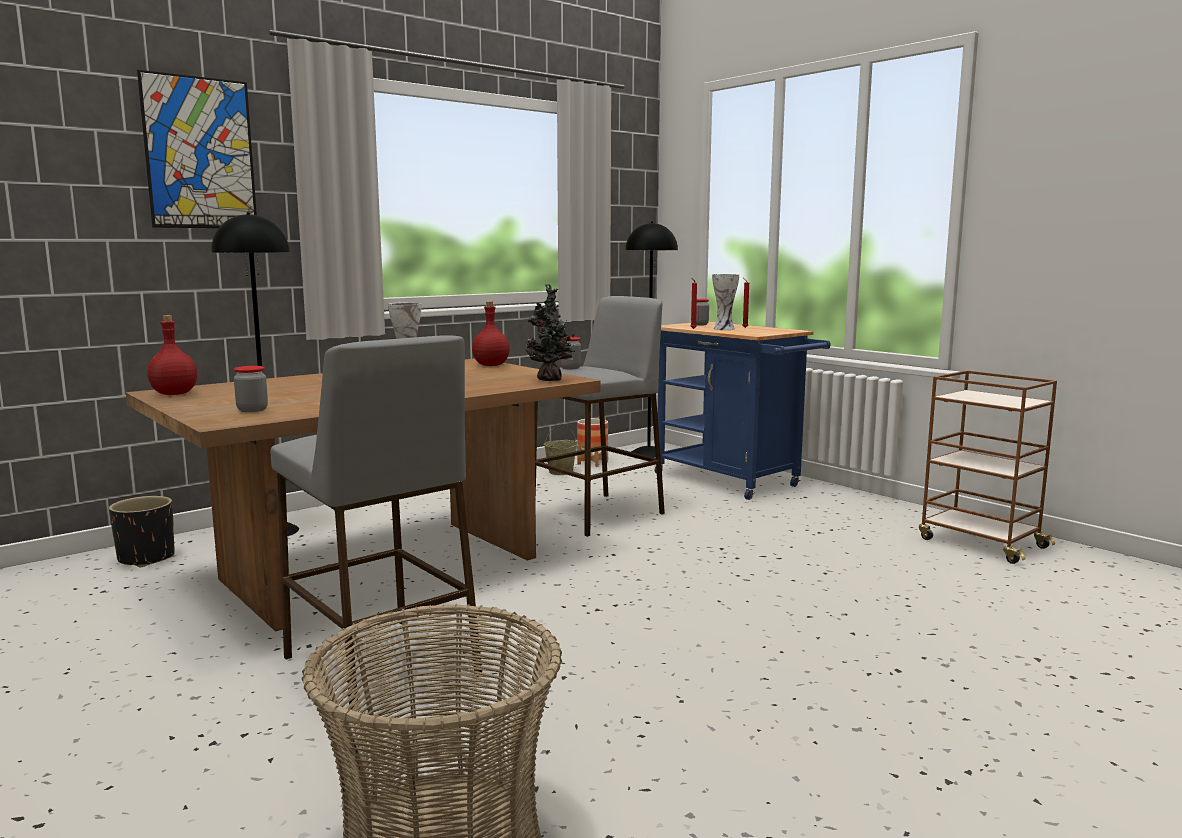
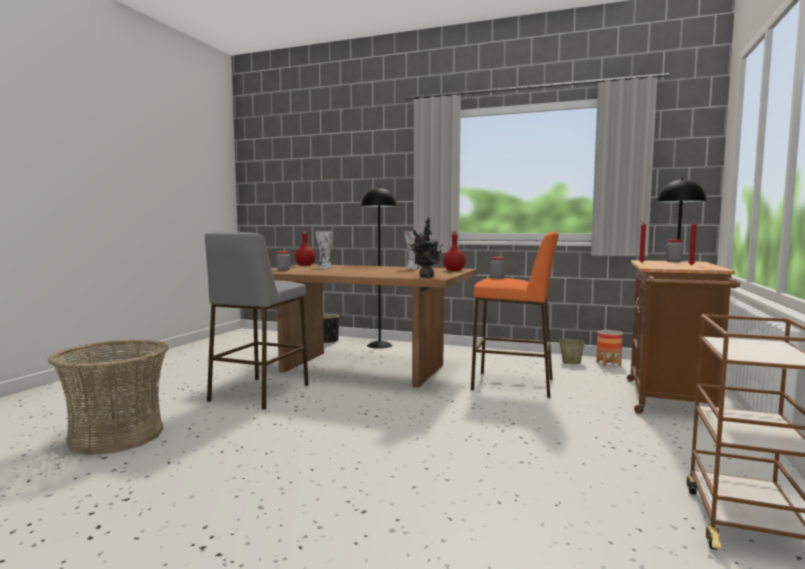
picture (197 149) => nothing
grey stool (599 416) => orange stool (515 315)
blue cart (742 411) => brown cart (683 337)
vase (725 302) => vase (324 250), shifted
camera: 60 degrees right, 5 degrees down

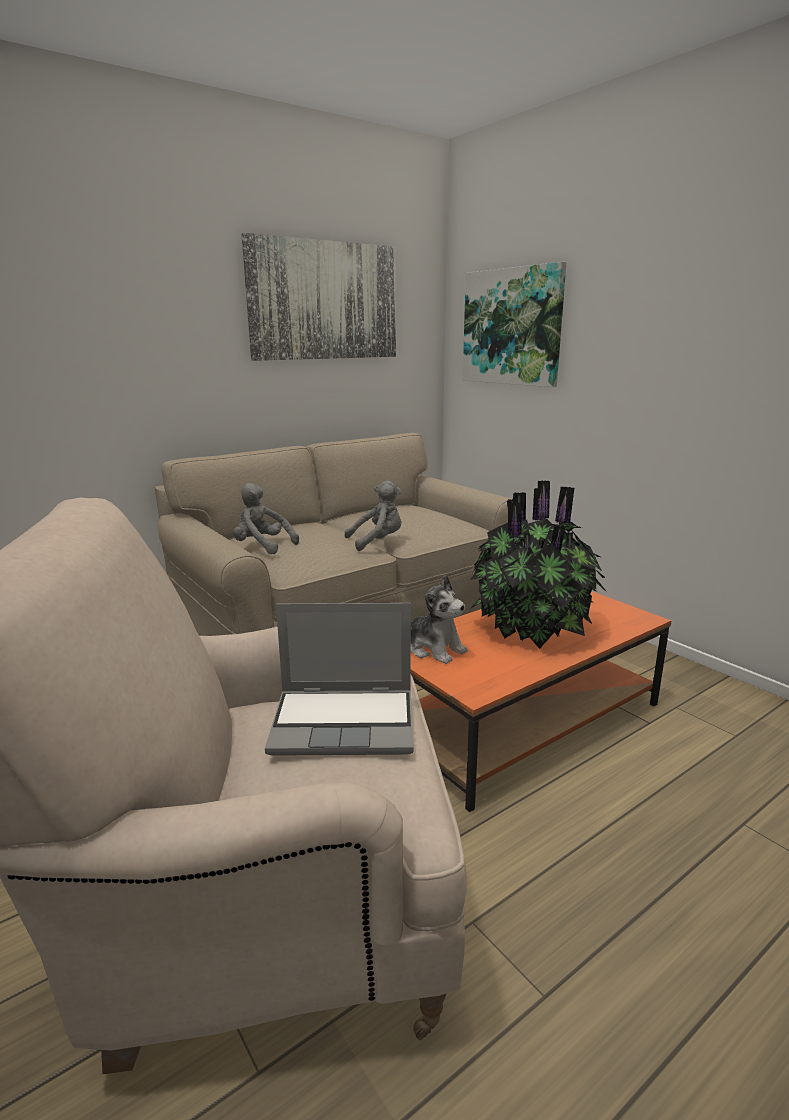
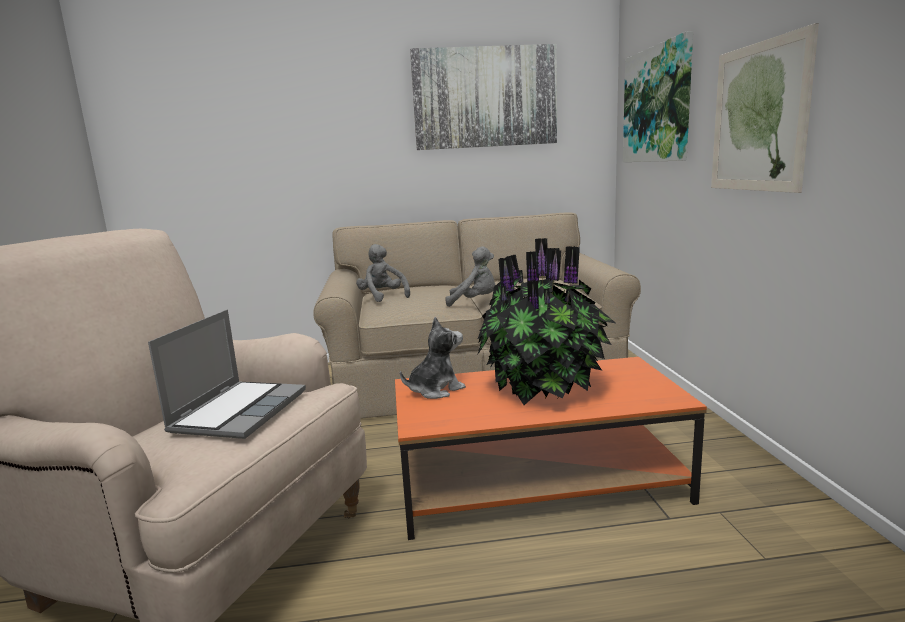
laptop (339 679) => laptop (227 374), 105 degrees counterclockwise
plush toy (439 619) => plush toy (433 358), 105 degrees counterclockwise
nothing => picture (765 108)
camera: 30 degrees right, 5 degrees down

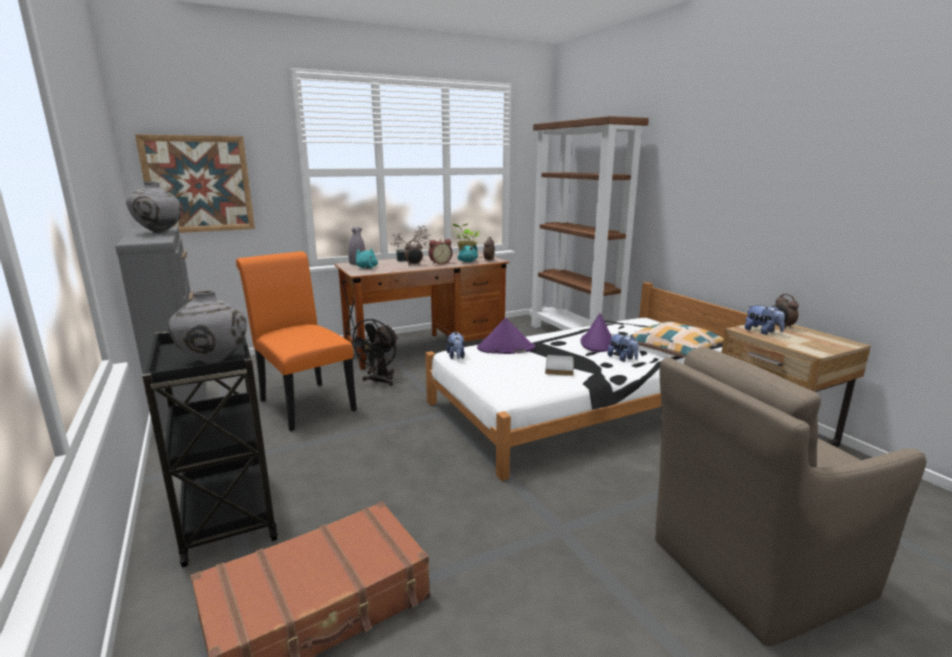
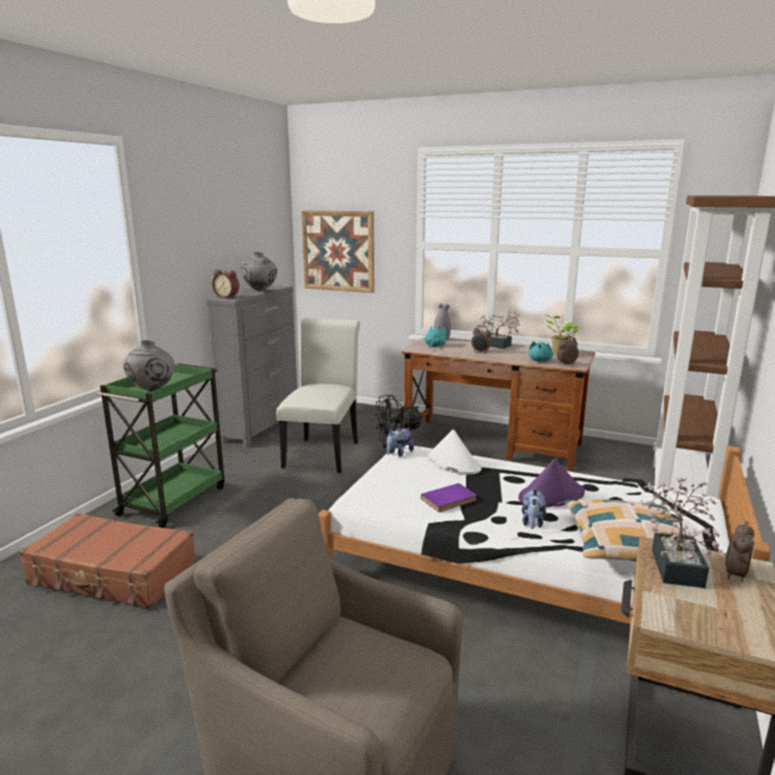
black cart (210 449) => green cart (160 445)
orange chair (296 341) => white chair (318 395)
alarm clock (440 251) => alarm clock (225 284), shifted
purple hat (506 336) => white hat (454 452)
grey book (559 365) => purple book (449 497)
plush toy (764 320) => potted plant (682 532)
camera: 50 degrees right, 0 degrees up

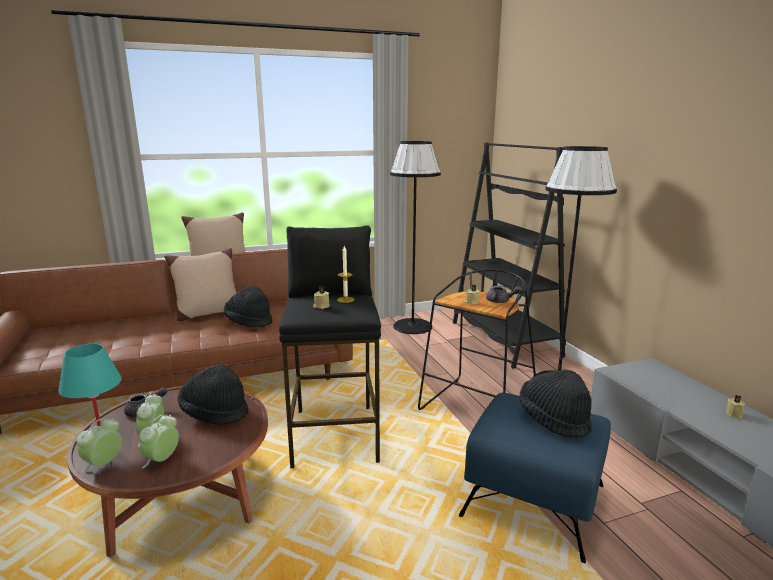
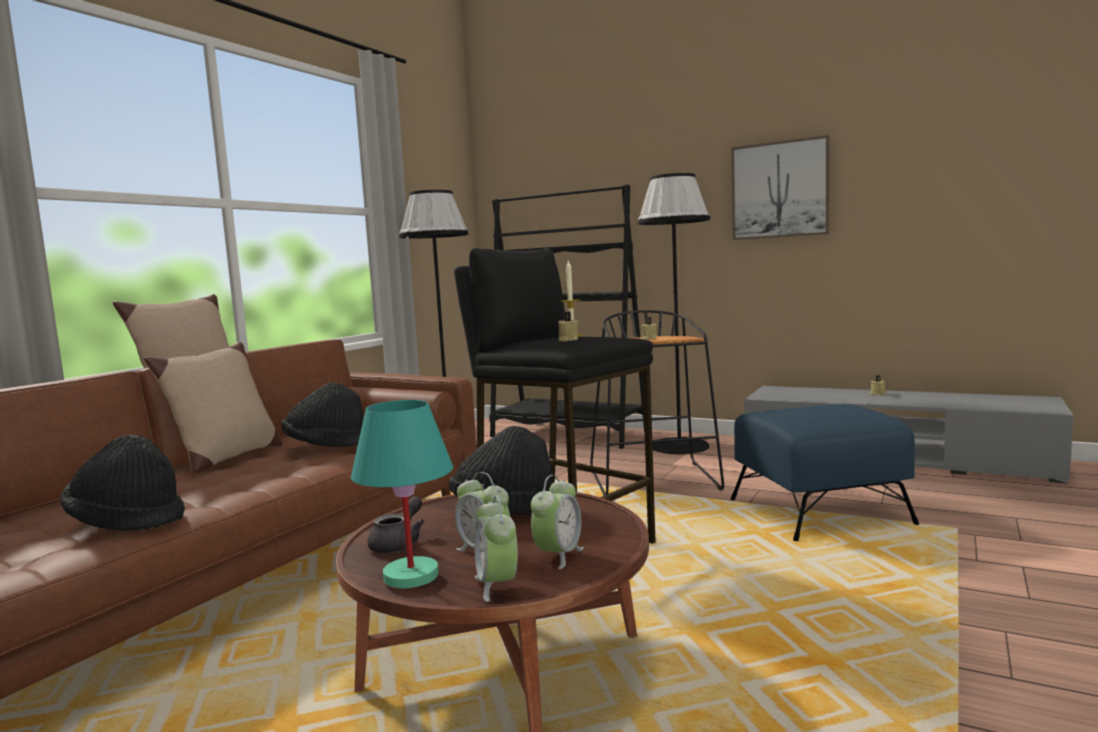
alarm clock (159 441) => alarm clock (557 522), 135 degrees counterclockwise
grey teapot (504 294) => nothing
black hat (556 404) => black hat (122 483), shifted
nothing => picture (780 187)
camera: 40 degrees left, 10 degrees down

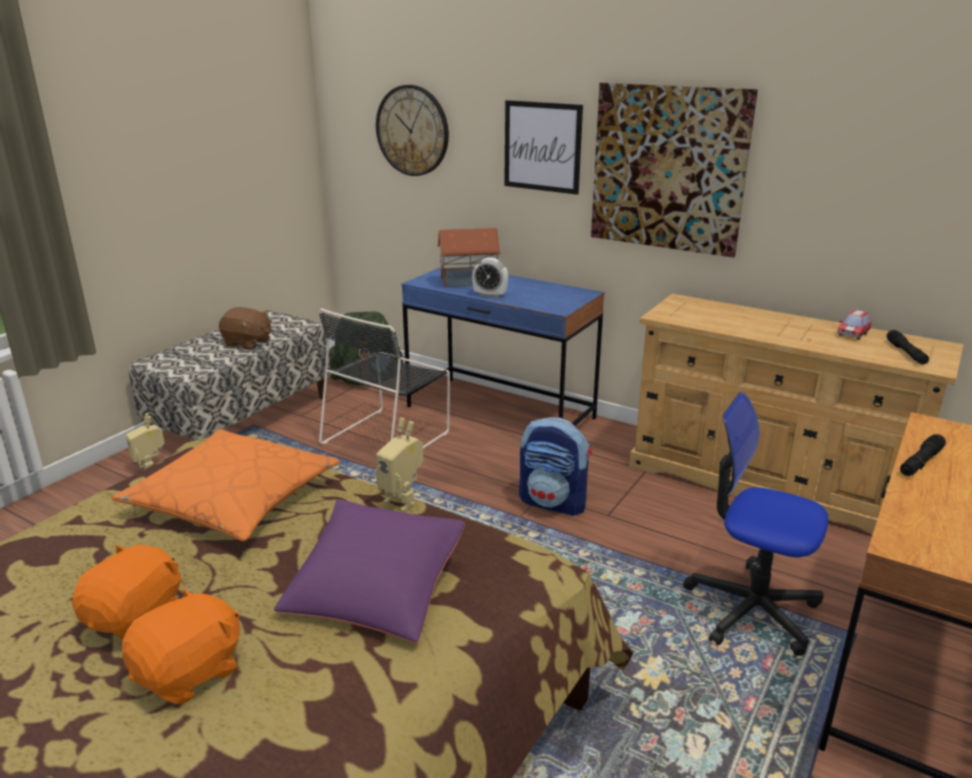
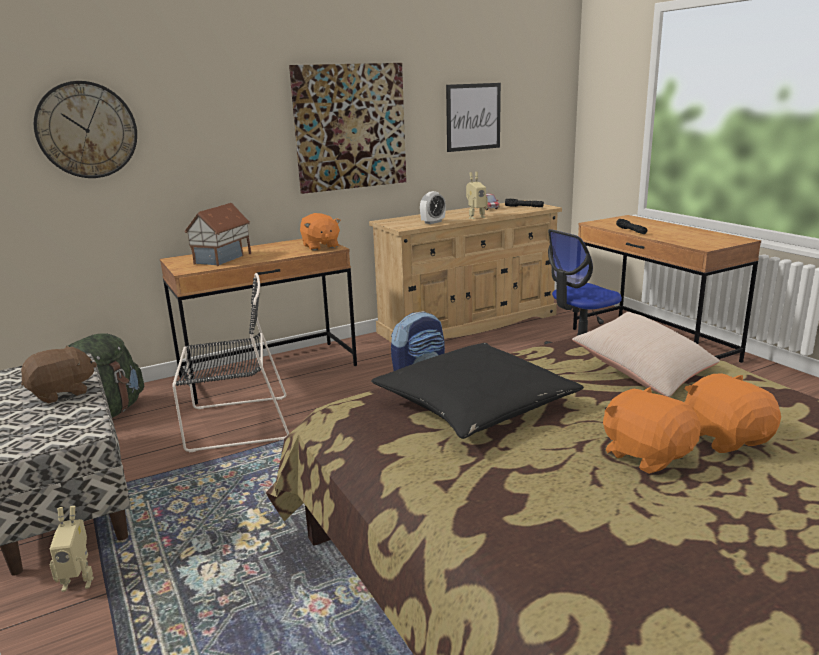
orange pillow (225 485) => black pillow (477 391)
purple pillow (369 571) => beige pillow (646 354)
black chair (384 378) => black chair (231 363), 75 degrees counterclockwise
toy robot (400 465) => toy robot (477 195), shifted
blue desk (503 346) => brown desk (258 321)
alarm clock (490 277) => alarm clock (433 207), shifted
picture (543 147) => picture (473 117), shifted
nothing => orange plush toy (320 232)
camera: 60 degrees left, 5 degrees down

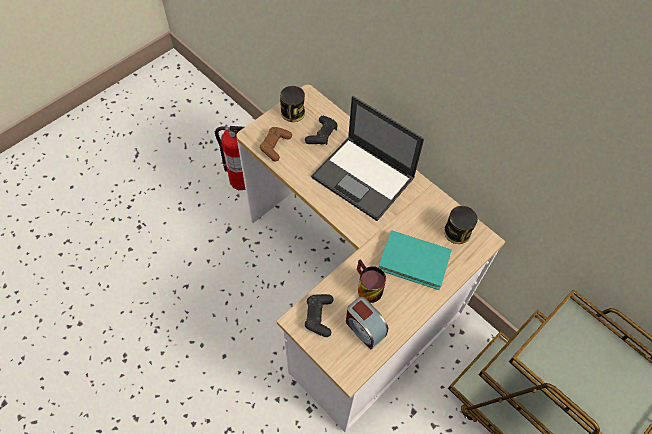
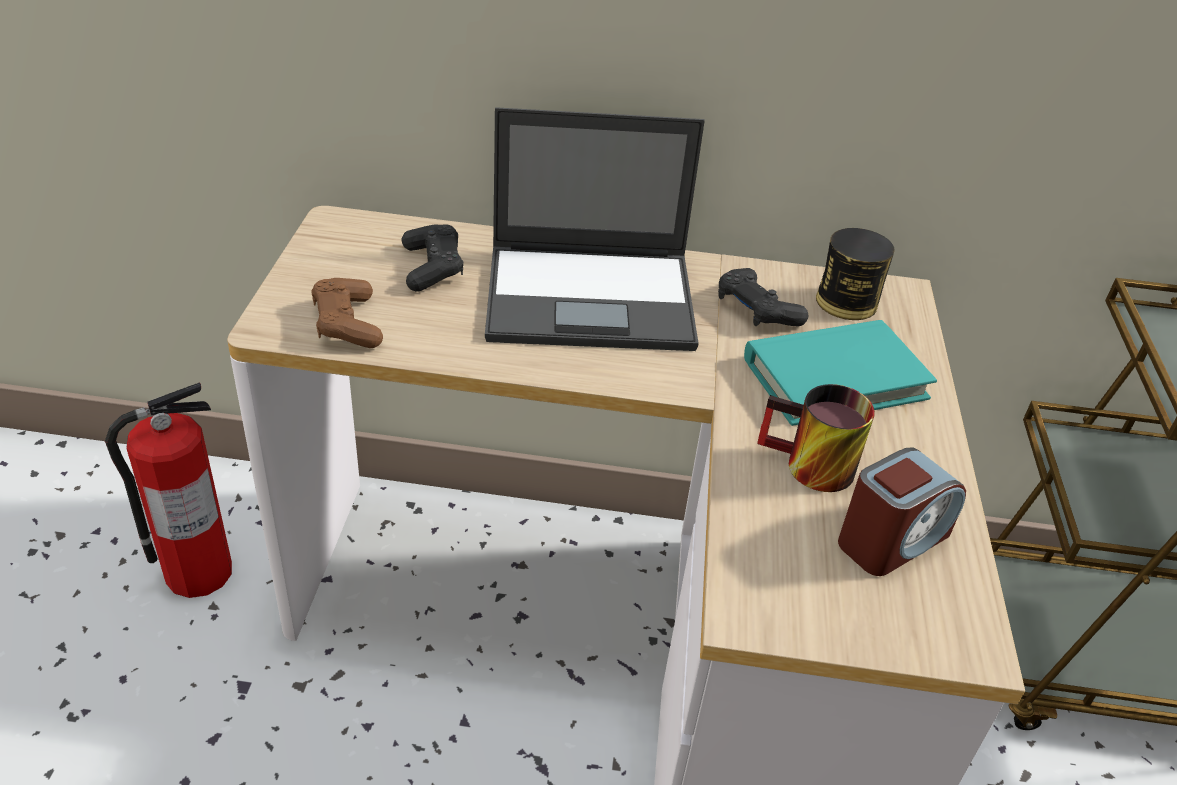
can (292 104) => nothing
black game controller (319 315) => black game controller (763 297), shifted
alarm clock (367 323) => alarm clock (902 511), 45 degrees counterclockwise
camera: 40 degrees left, 20 degrees down

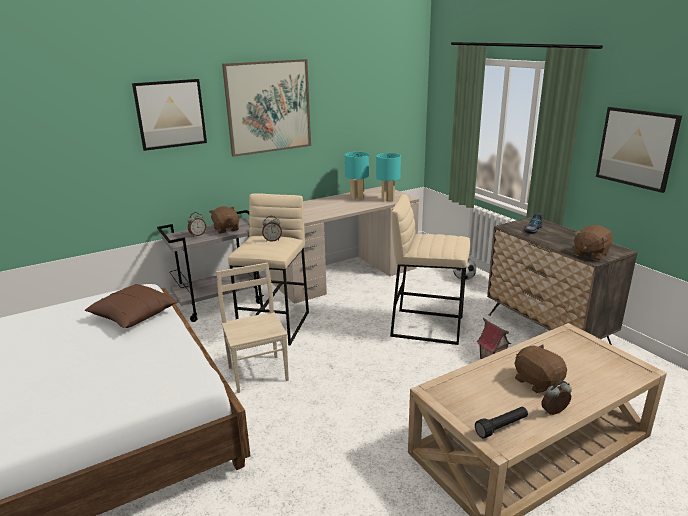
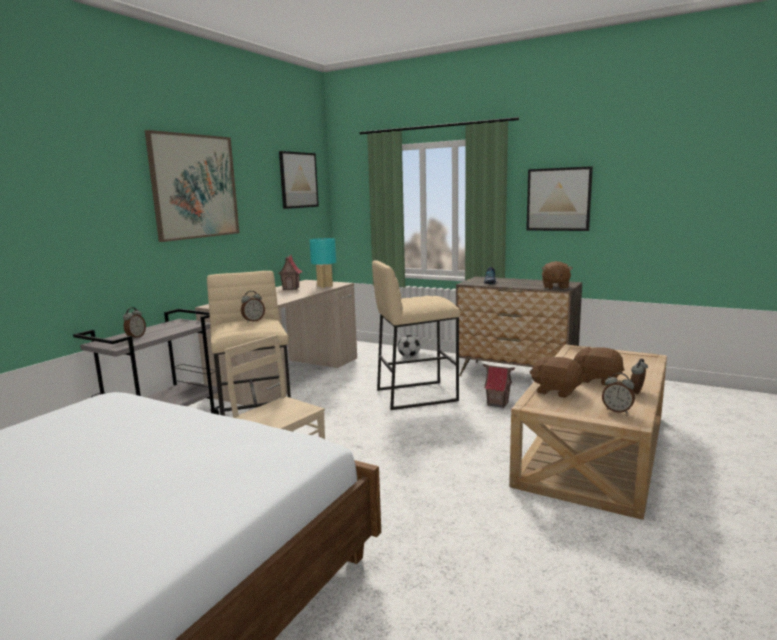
brown pillow (131 306) => nothing
picture (169 115) => picture (299 180), shifted
brown plush toy (224 219) => brown plush toy (556 377), shifted
turquoise table lamp (357 176) => toy house (290 272)
black flashlight (501 423) => alarm clock (618 393)
camera: 30 degrees left, 10 degrees down

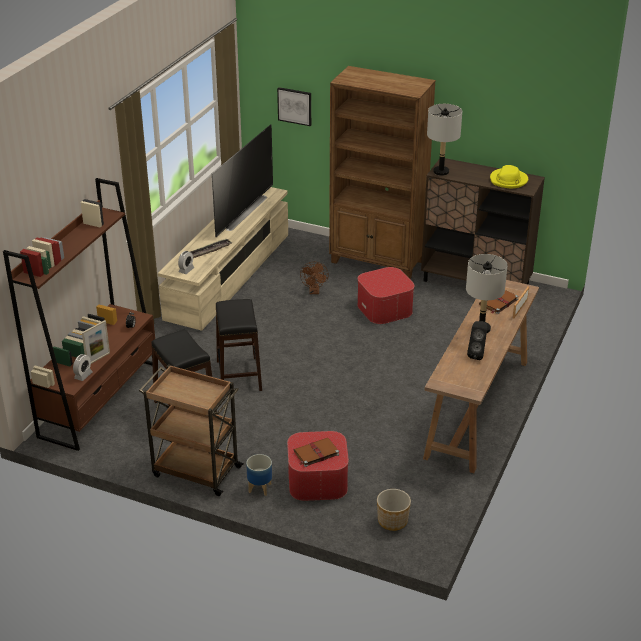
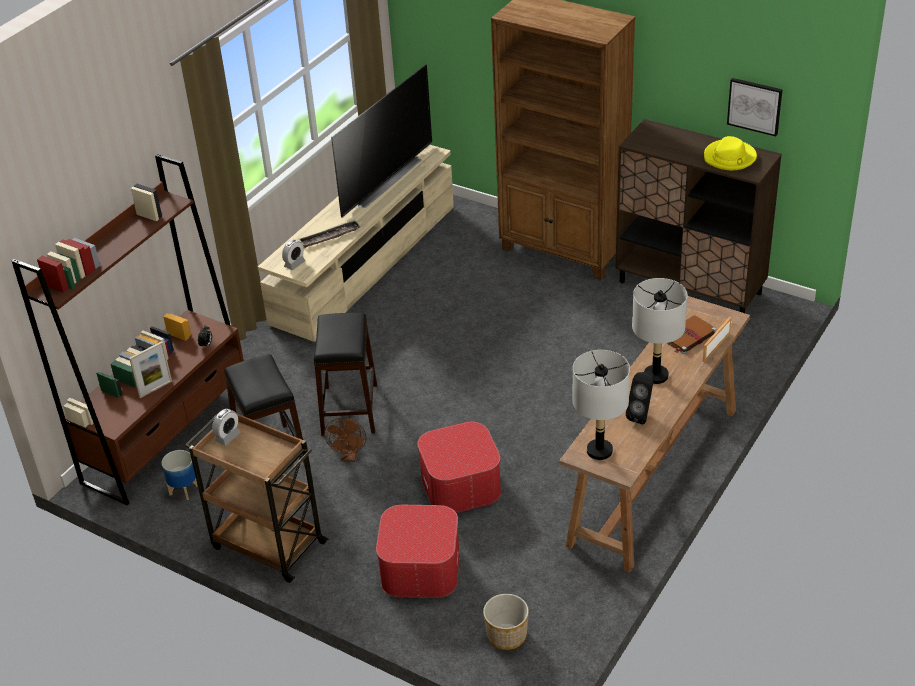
alarm clock (83 367) => alarm clock (226 427), shifted
planter (259 475) => planter (180 475), shifted
picture (294 106) => picture (755 107), shifted
brown book (316 452) => nothing
brown fan (314 278) => brown fan (345 440), shifted
ottoman (386 295) => ottoman (459 467), shifted
grey table lamp (444 140) => grey table lamp (601 405), shifted
camera: 10 degrees right, 5 degrees up

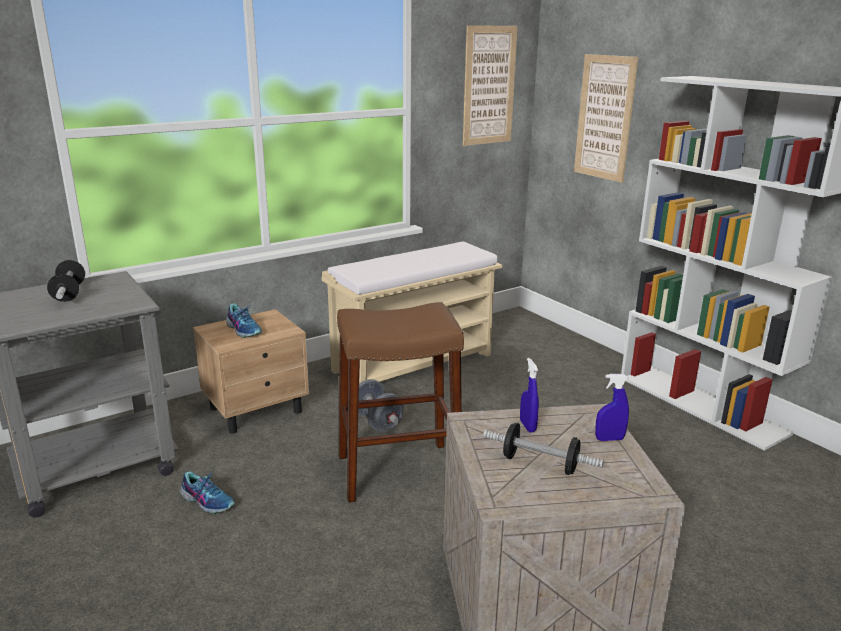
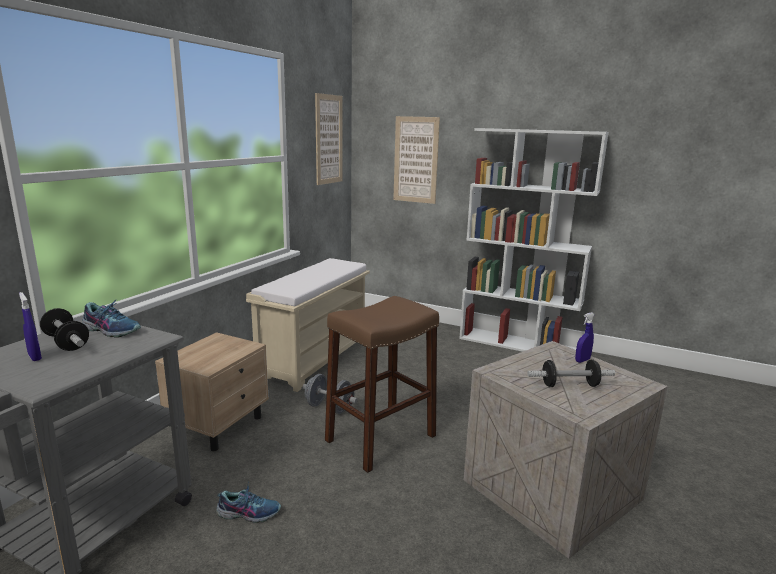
shoe (244 320) => shoe (111 319), shifted
blue spray bottle (529 395) => blue spray bottle (30 326), shifted
camera: 30 degrees left, 5 degrees down

